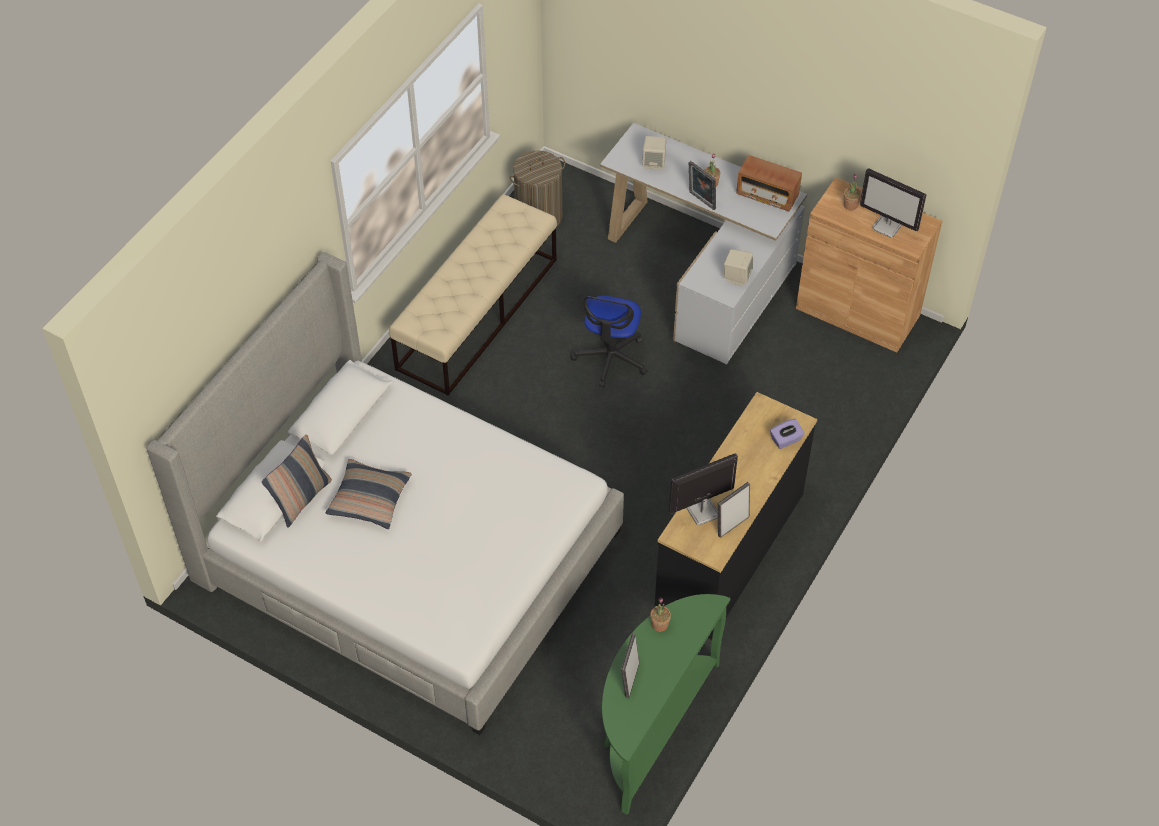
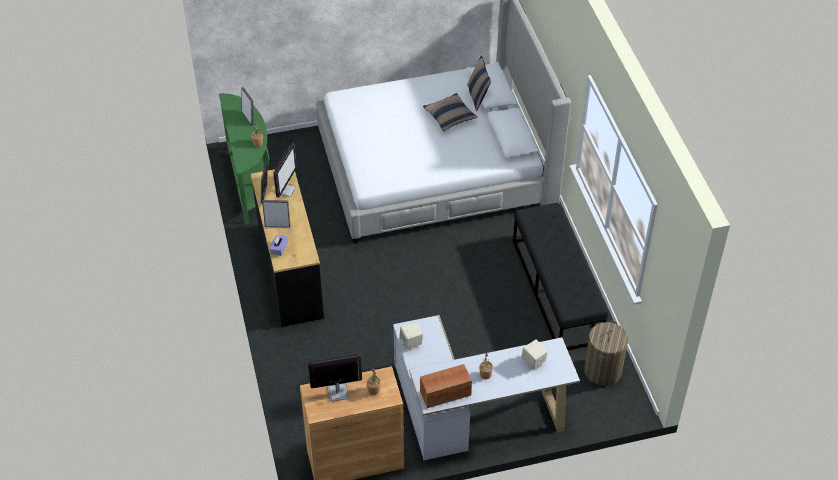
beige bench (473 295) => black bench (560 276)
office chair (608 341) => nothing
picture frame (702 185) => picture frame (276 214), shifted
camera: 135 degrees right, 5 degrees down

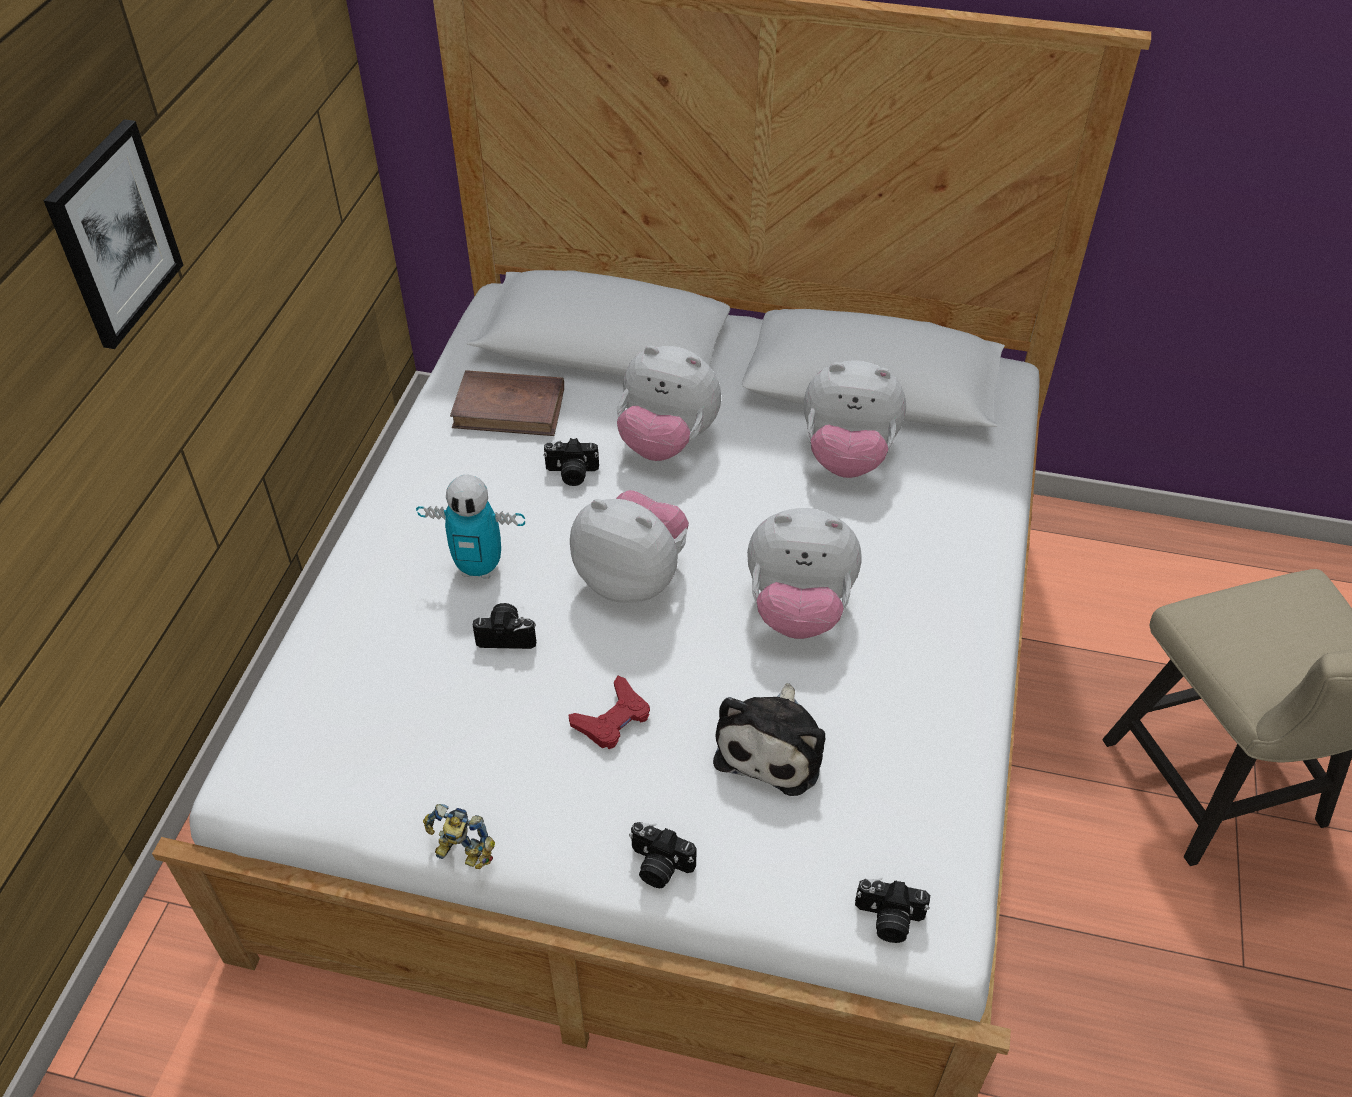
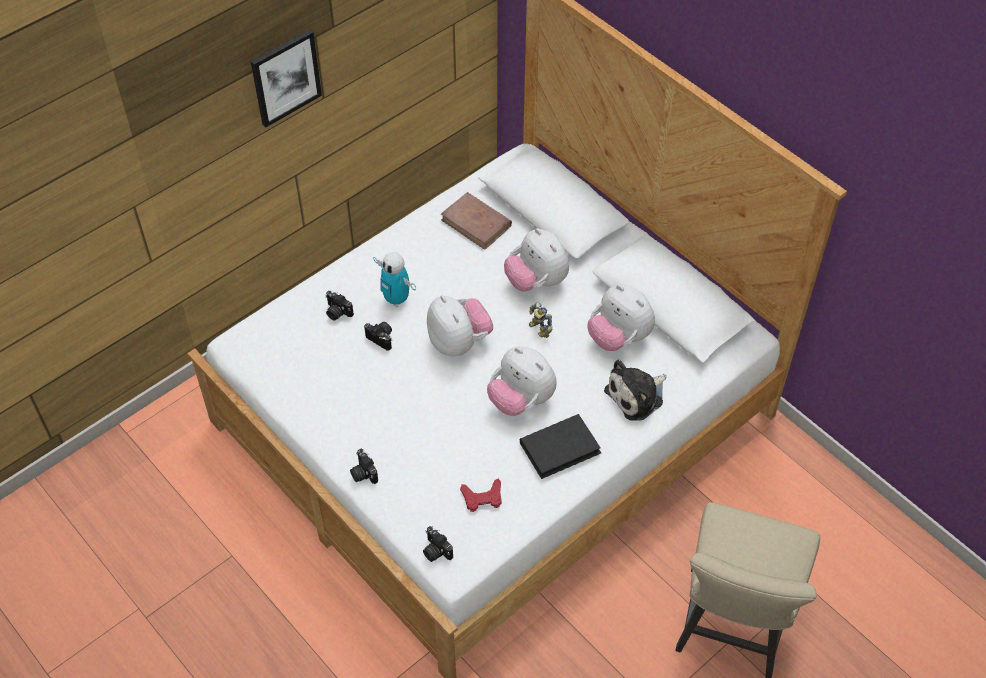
toy robot (459 836) => toy robot (541 320), shifted
photo camera (571 462) => photo camera (339 306), shifted
red game controller (609 712) => red game controller (481 495), shifted
plush toy (769 739) => plush toy (635 390), shifted
nothing => black book (560 446)
camera: 35 degrees right, 5 degrees up

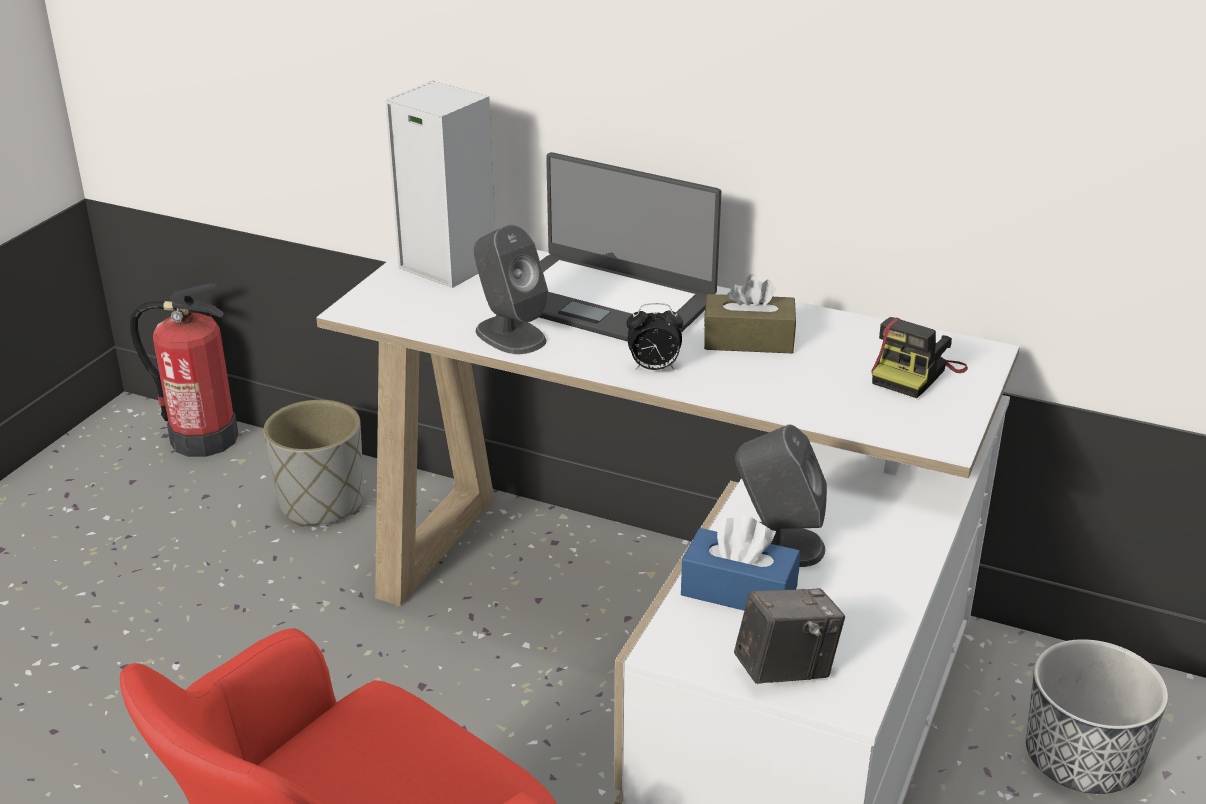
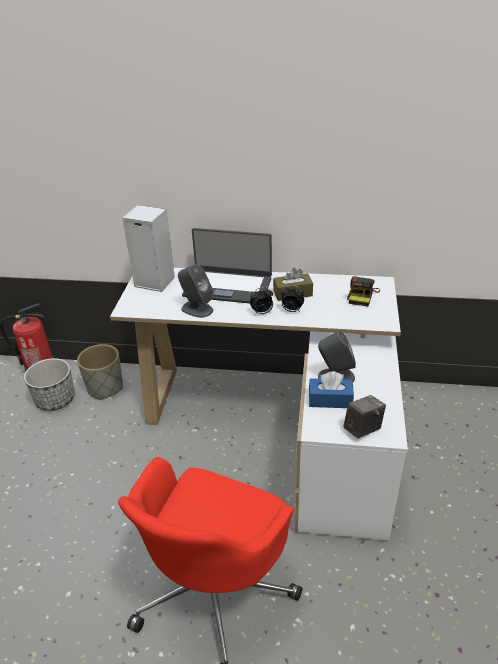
planter (1097 716) => planter (49 384), shifted
nothing => alarm clock (292 298)
camera: 15 degrees left, 5 degrees up

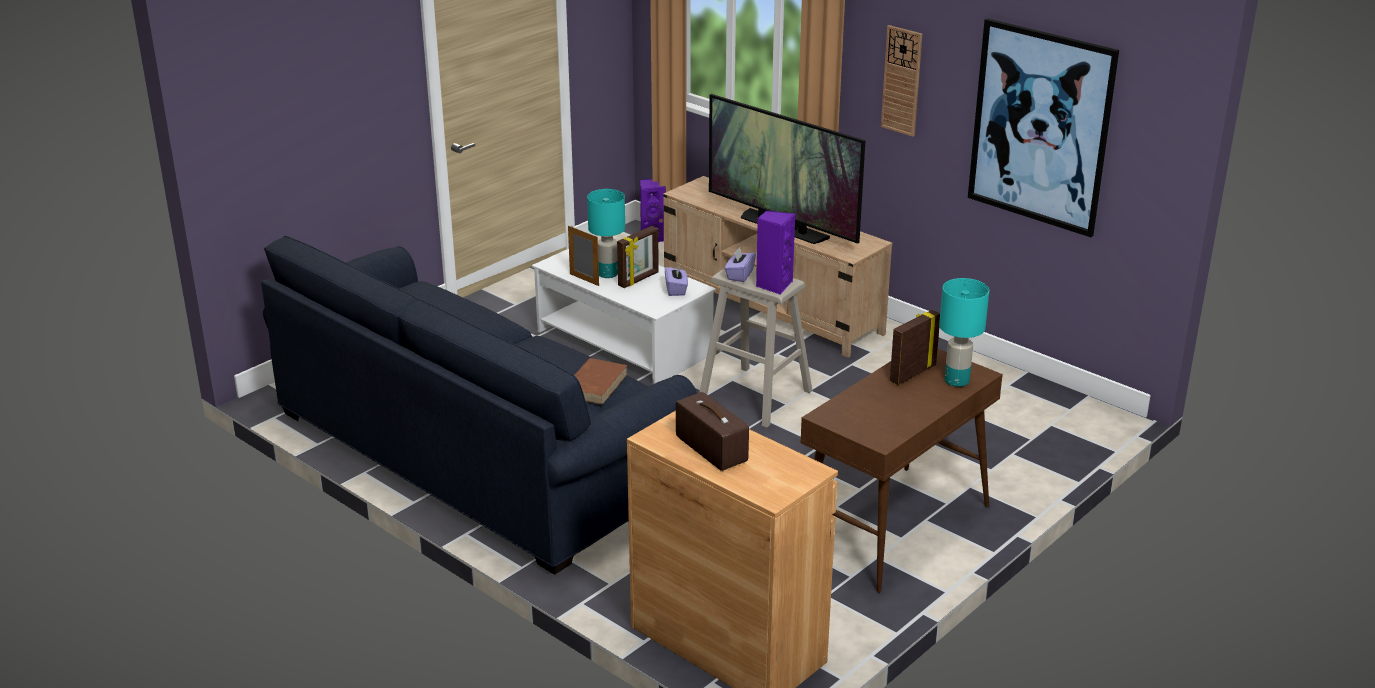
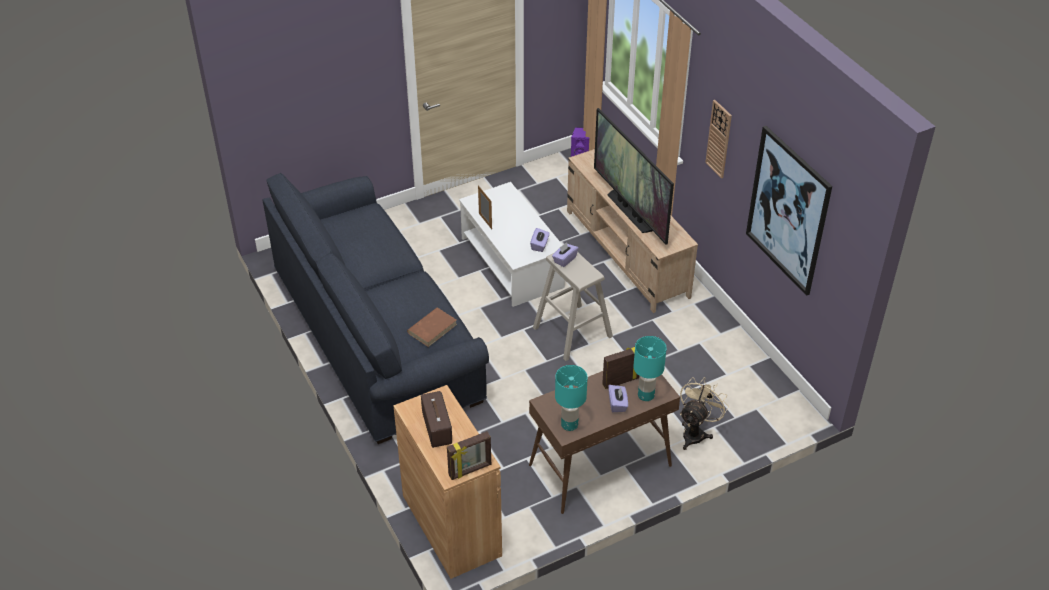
turquoise table lamp (606 233) => turquoise table lamp (571 398), shifted
picture frame (638 257) => picture frame (469 455), shifted
purple speaker (775 253) => nothing
nothing => purple tissue box (618 398)
nothing => beige fan (704 413)
camera: 20 degrees right, 15 degrees up

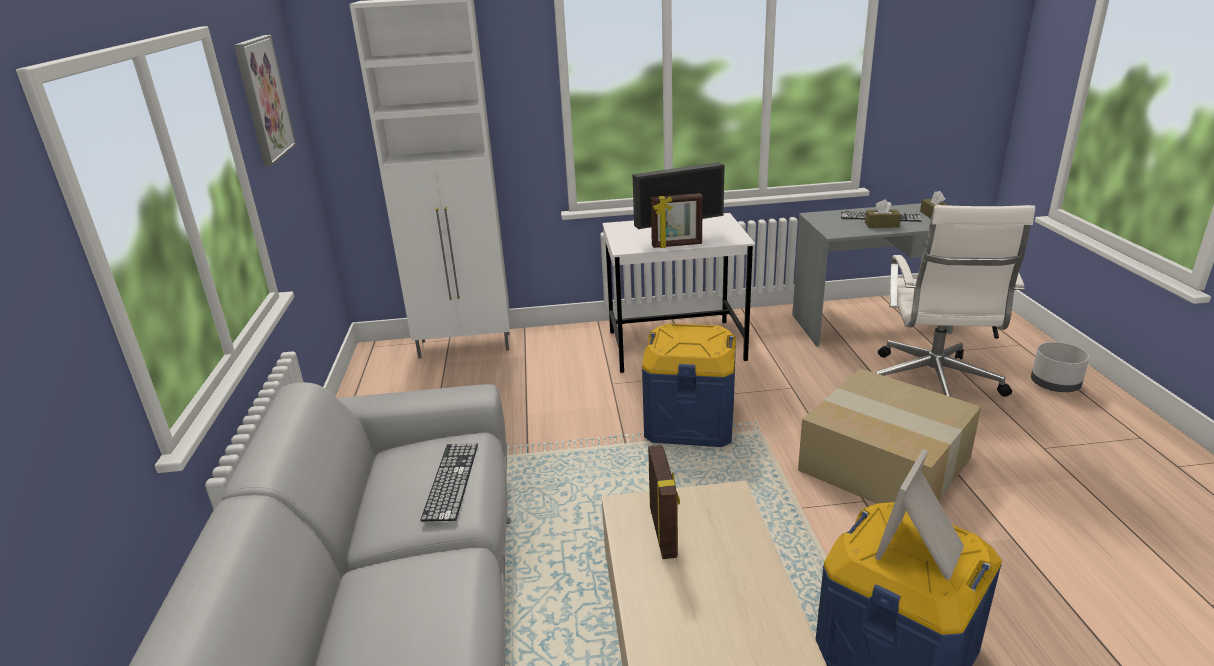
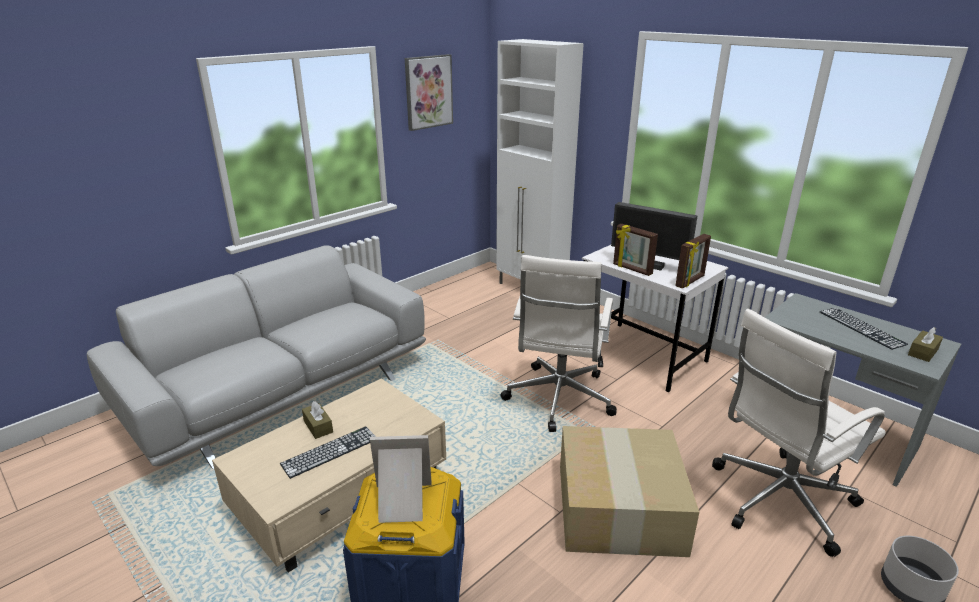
keyboard (449 482) => keyboard (328 452), shifted
blue storage box (689 385) => white office chair (558 343)
picture frame (664 502) => picture frame (693 261), shifted
brown tissue box (883 213) => brown tissue box (317 420), shifted
camera: 50 degrees right, 0 degrees up

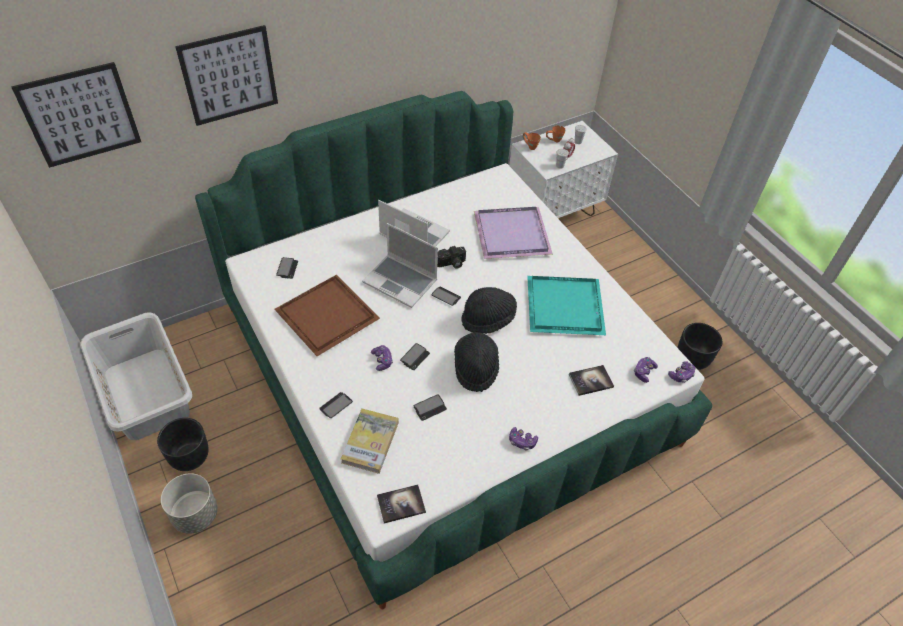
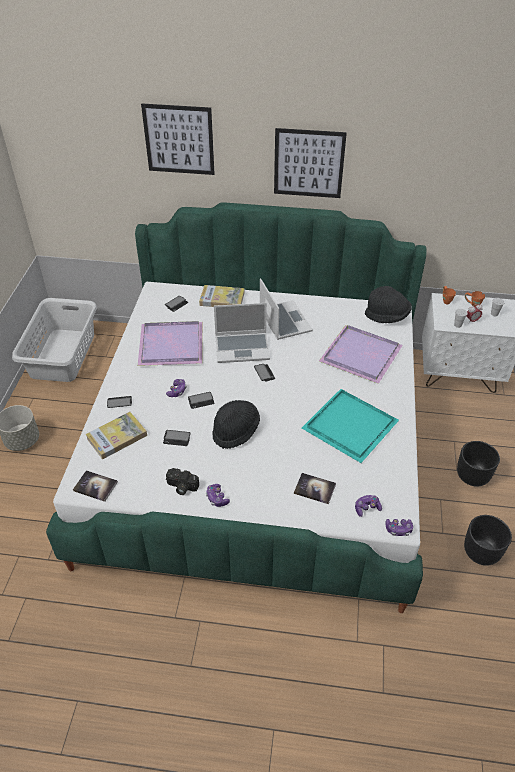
picture (76 115) => picture (310 163), shifted
black planter (183 444) => black planter (478 464), shifted
brown tray (327 315) => purple tray (170 343)
laptop (400 265) => laptop (242 333), 75 degrees counterclockwise
photo camera (451 257) => photo camera (182 481), shifted
black hat (489 310) => black hat (388 304), shifted
nothing => book (222 296)
camera: 40 degrees right, 5 degrees down

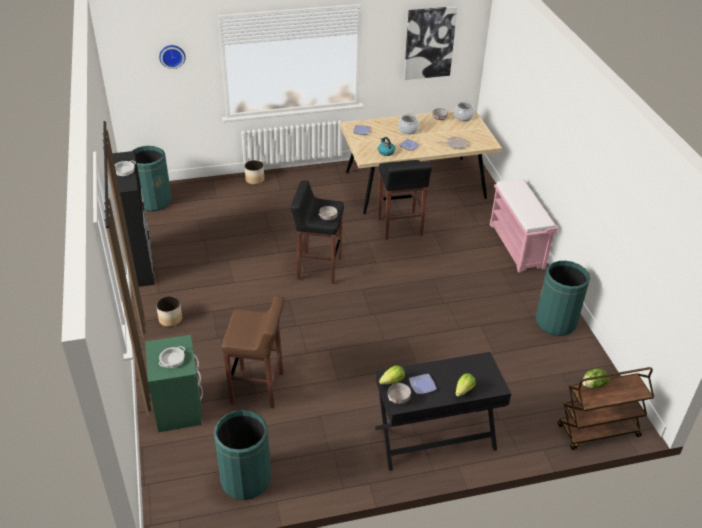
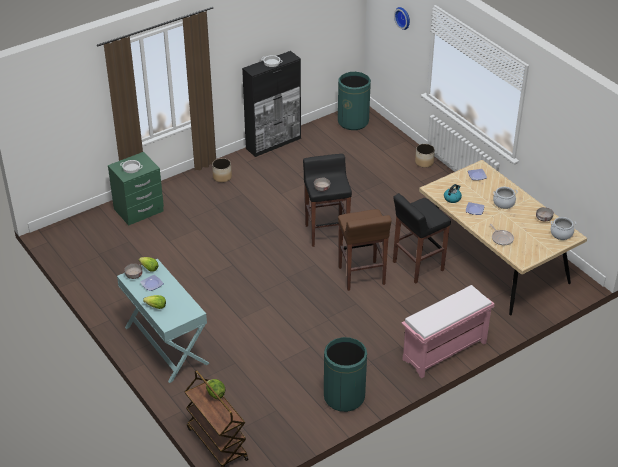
green trash can (242 455) => nothing
brown stool (253 352) => brown stool (365 250), shifted
black console table (443 411) => turquoise console table (163 321)
picture (430 43) => nothing
camera: 70 degrees right, 0 degrees up

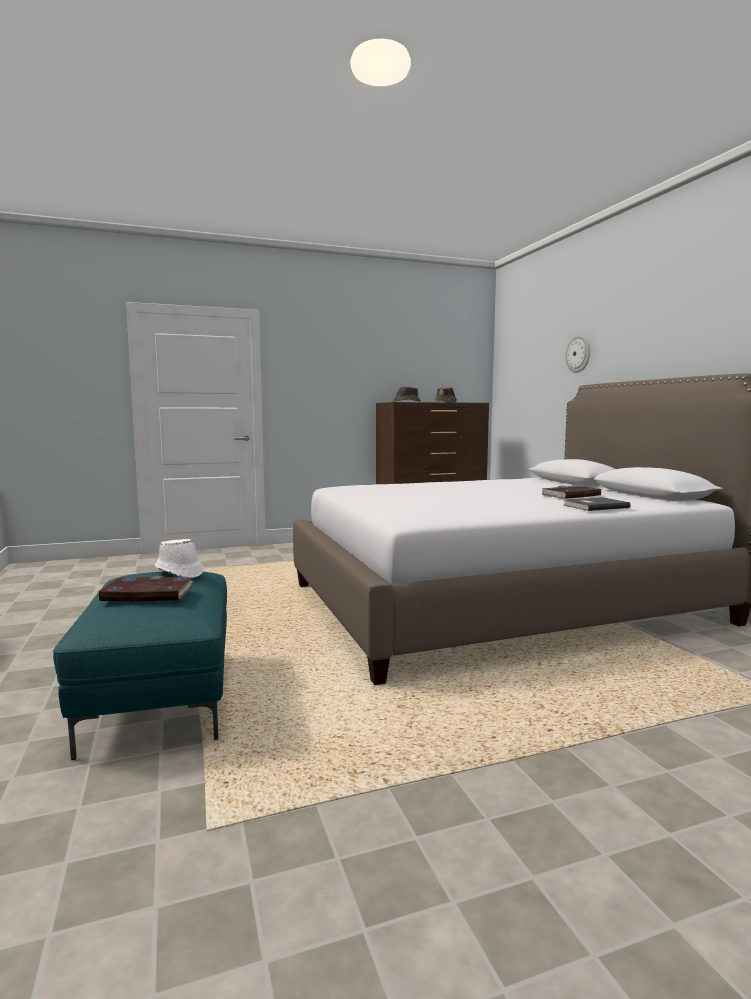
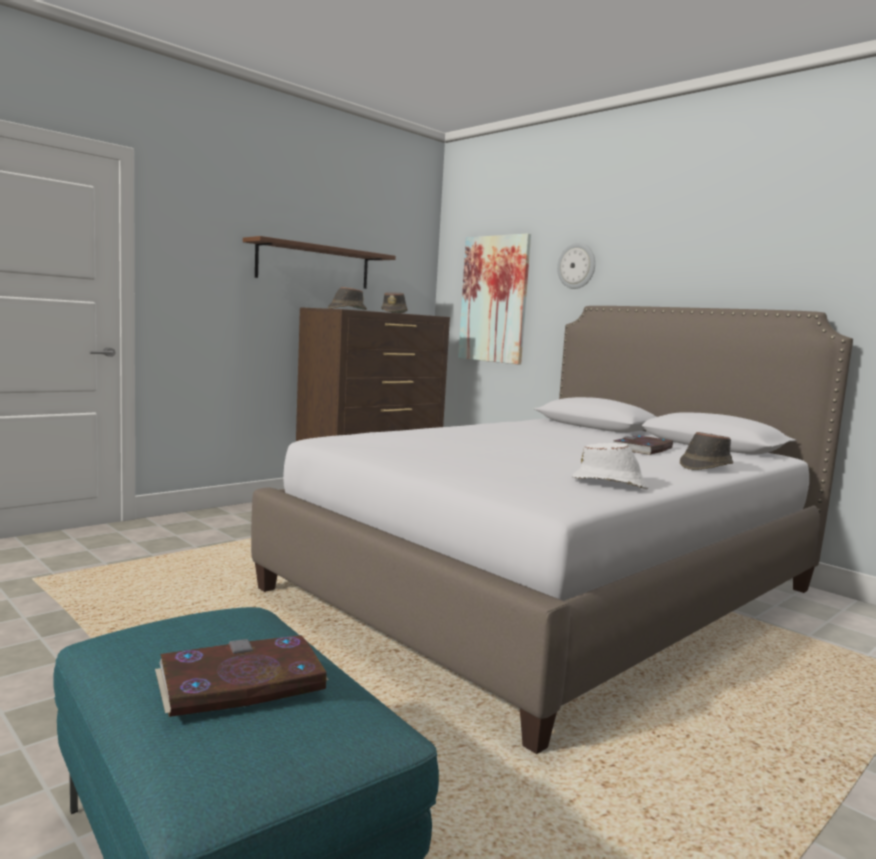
white hat (179 558) => white hat (610 466), shifted
grey book (597 504) => brown hat (706 451)
nothing => brown shelf (319 262)
nothing => picture (494 299)
camera: 25 degrees left, 0 degrees up

